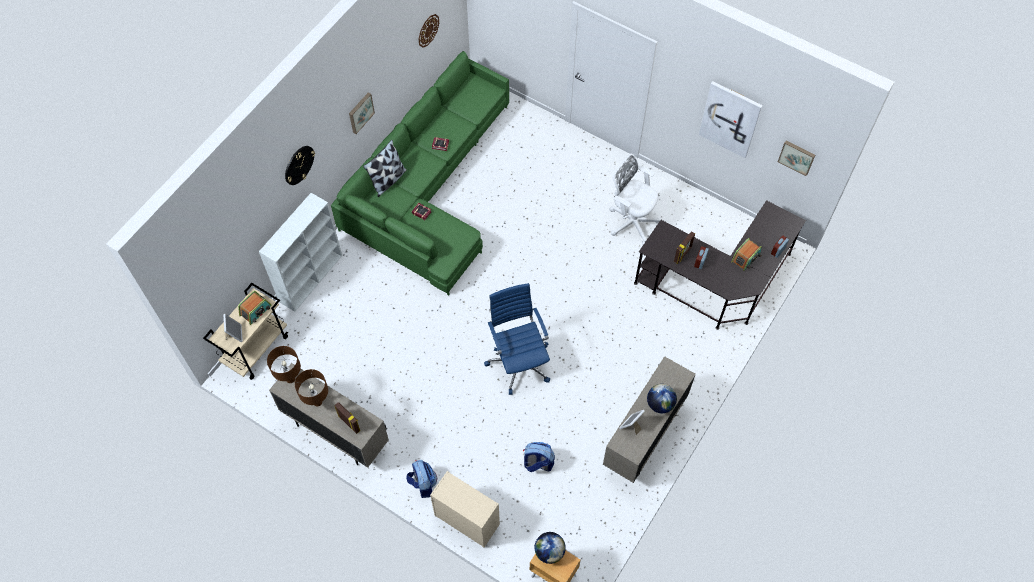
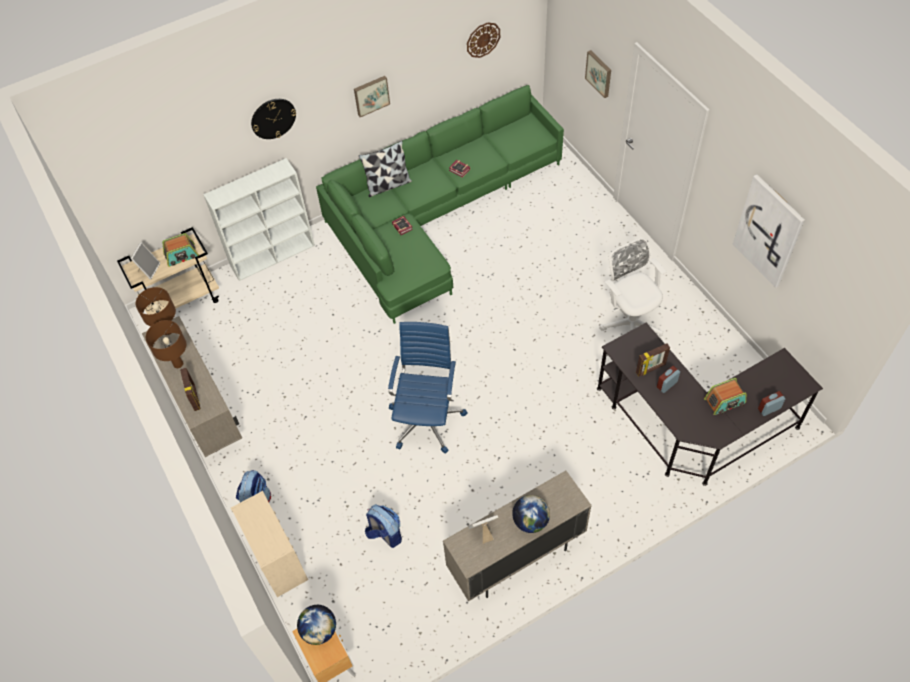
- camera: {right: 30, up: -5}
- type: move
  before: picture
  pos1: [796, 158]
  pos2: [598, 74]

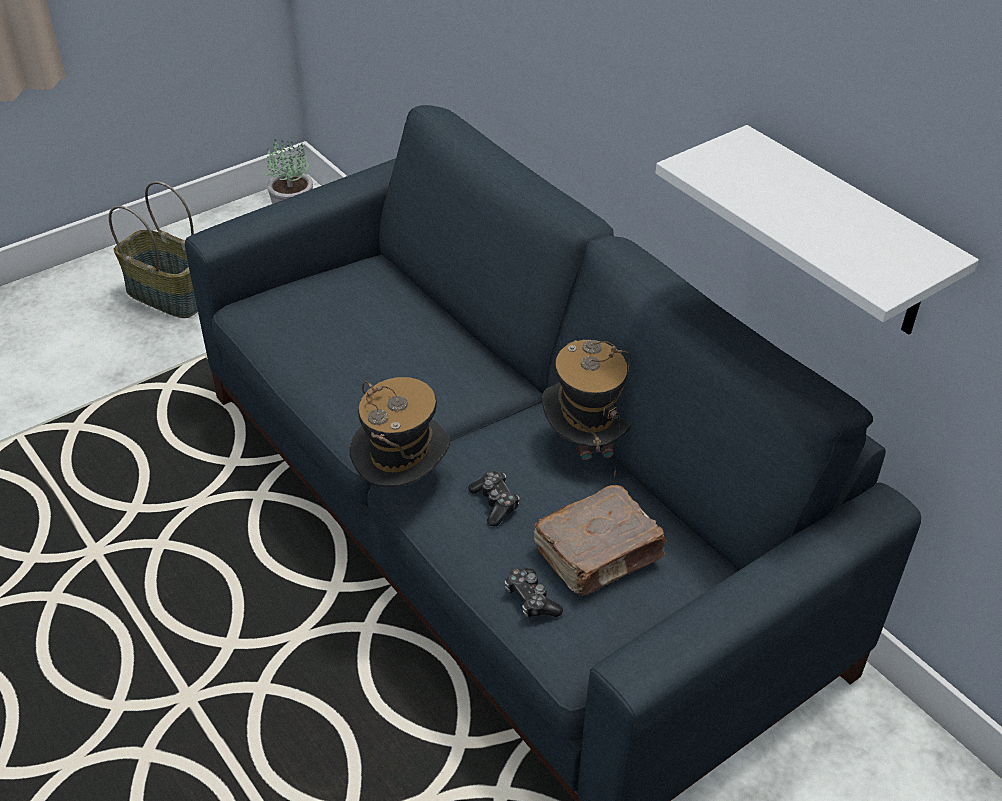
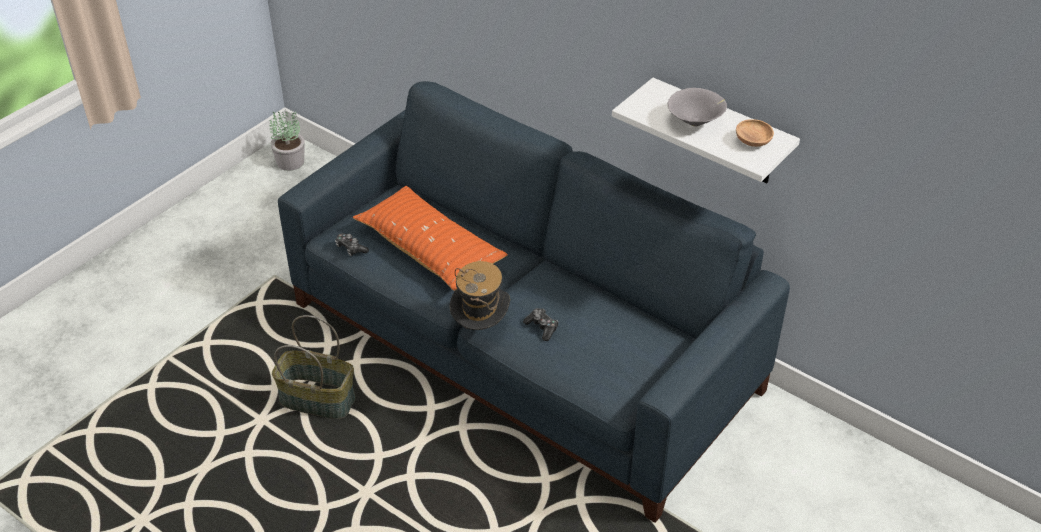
- camera: {right: -15, up: 0}
- type: delete
  before: brown book
  pos1: [600, 540]
- type: delete
  before: hat
  pos1: [586, 408]
- type: insert
  after: orange pillow
  pos2: [430, 238]
- type: insert
  after: grey bowl
  pos2: [697, 107]
- type: insert
  after: brown bowl
  pos2: [755, 133]
- type: move
  before: basket
  pos1: [153, 249]
  pos2: [314, 367]
- type: move
  before: game controller
  pos1: [533, 593]
  pos2: [352, 244]

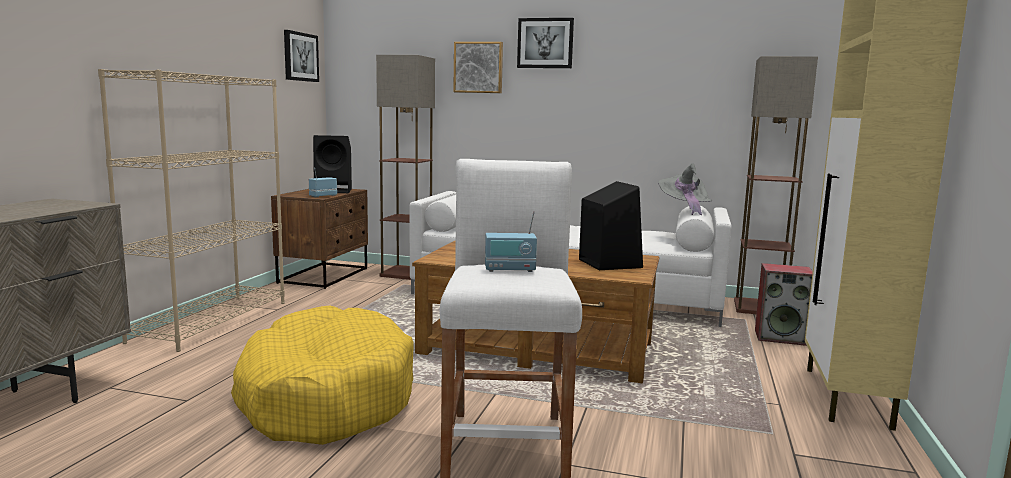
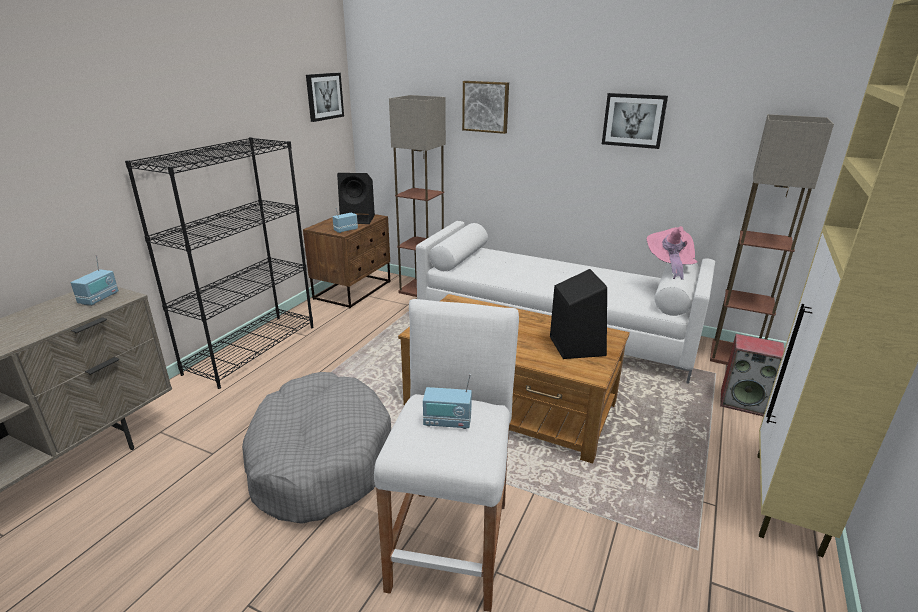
- camera: {right: 10, up: 15}
- type: insert
  after: radio
  pos2: [95, 280]
- type: move
  before: picture
  pos1: [545, 43]
  pos2: [635, 121]
- type: recolor
  before: beige bookcase
  after: black bookcase
  pos1: [191, 210]
  pos2: [219, 263]
- type: recolor
  before: yellow dog bed
  after: grey dog bed
  pos1: [322, 375]
  pos2: [316, 448]
- type: recolor
  before: grey hat
  after: pink hat
  pos1: [685, 189]
  pos2: [672, 253]

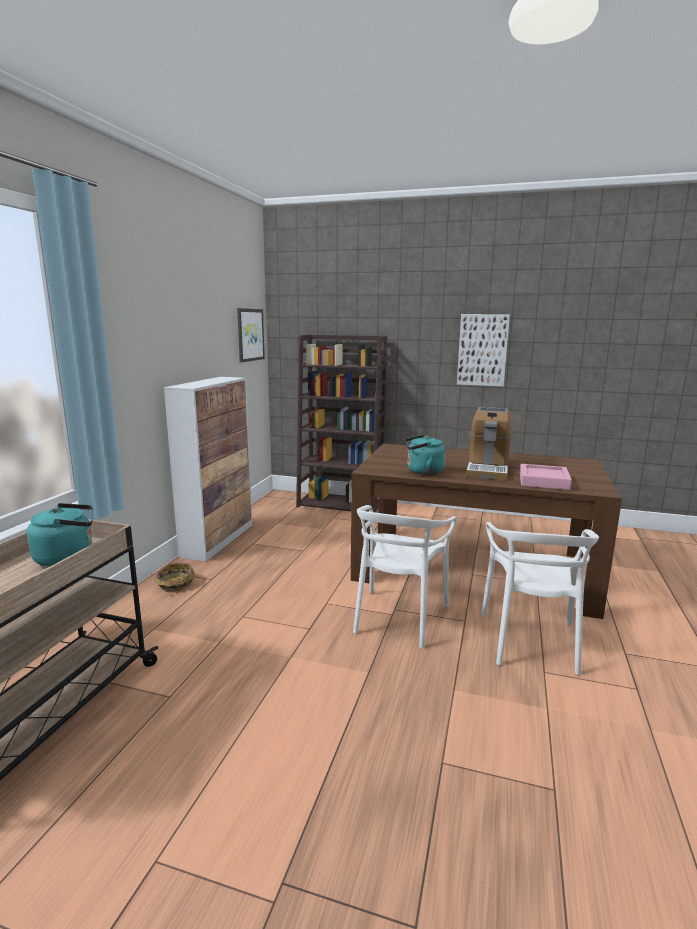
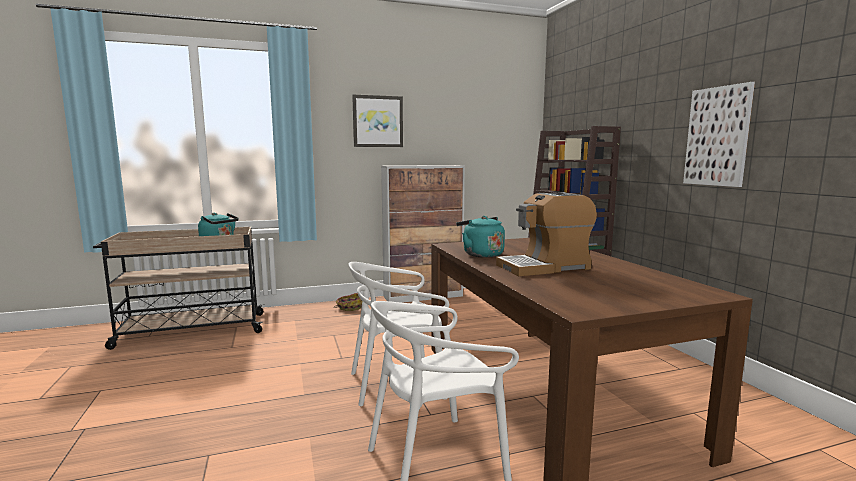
- camera: {right: 55, up: -5}
- type: delete
  before: pink tray
  pos1: [546, 477]
- type: move
  before: picture
  pos1: [251, 335]
  pos2: [377, 121]

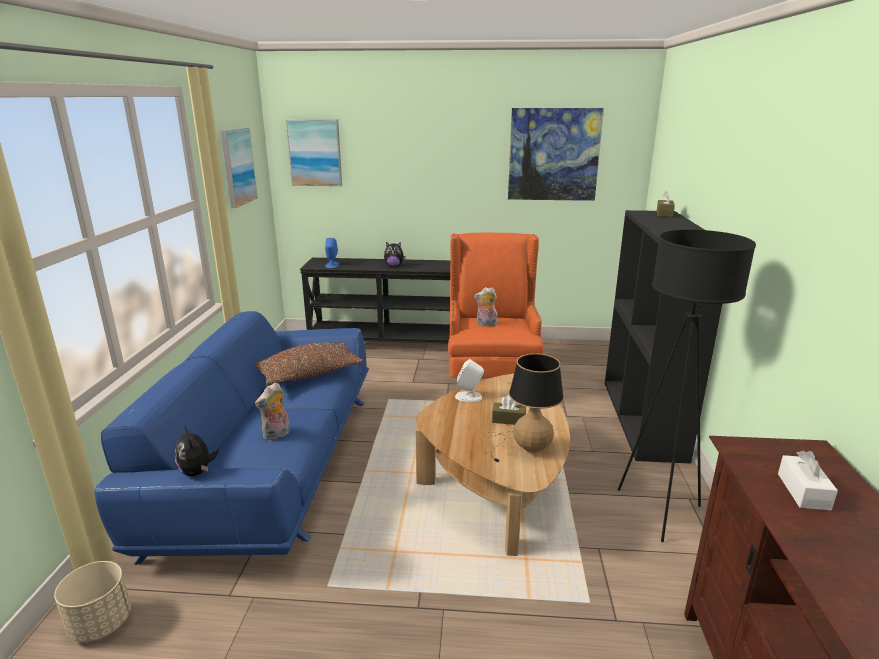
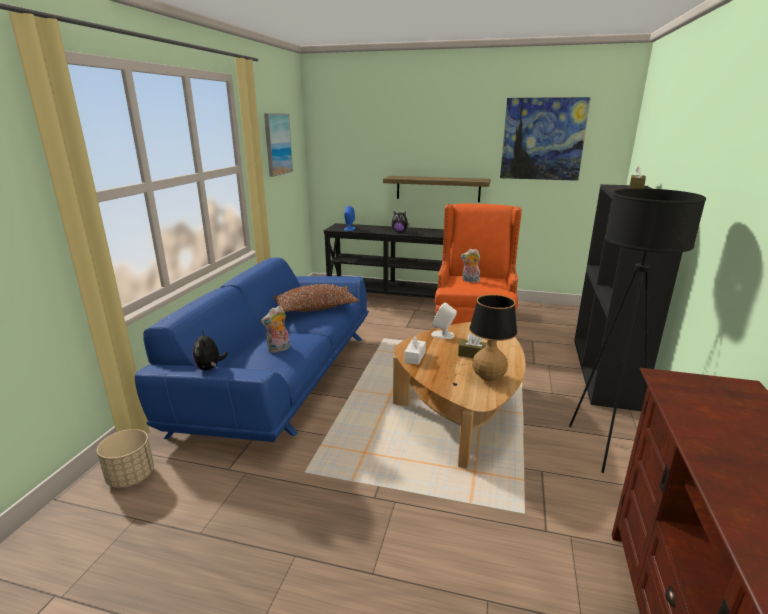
- camera: {right: 10, up: 0}
- type: delete
  before: picture
  pos1: [314, 152]
- type: insert
  after: shelf
  pos2: [436, 189]
- type: move
  before: white tissue box
  pos1: [808, 480]
  pos2: [415, 350]

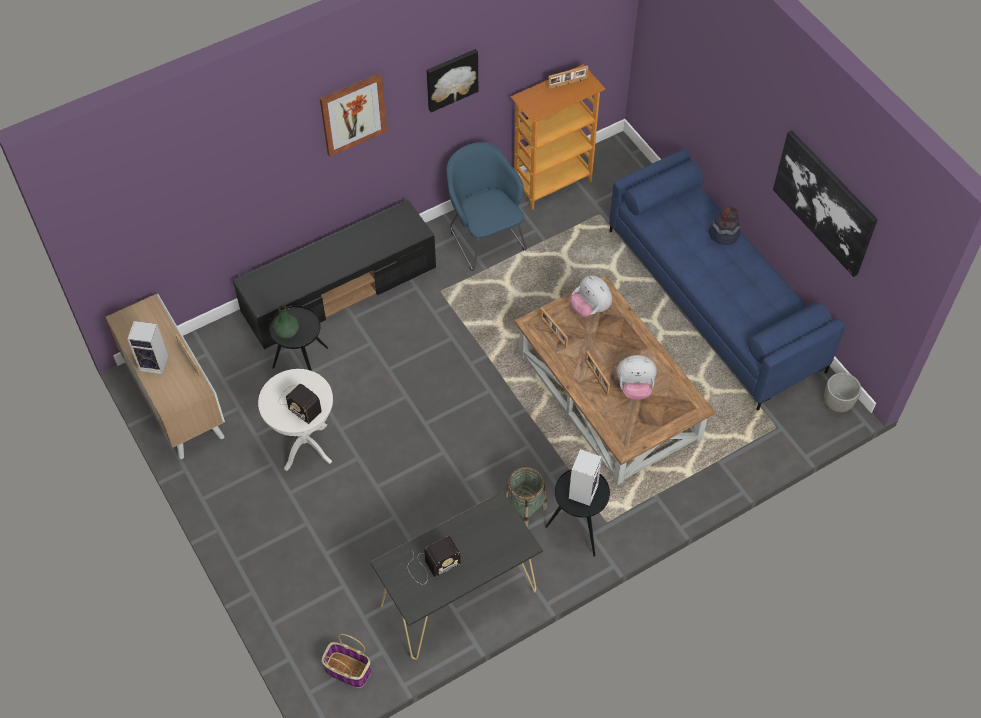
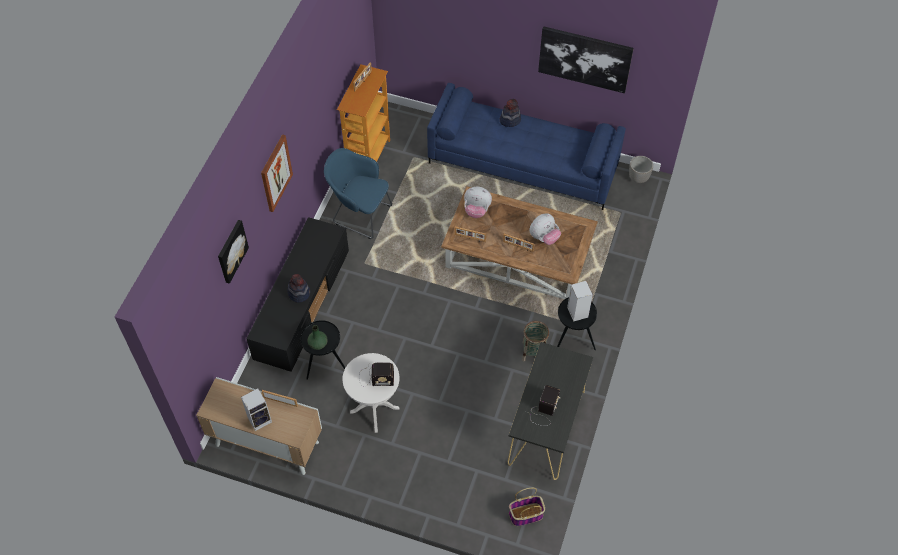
- camera: {right: -40, up: 0}
- type: insert
  after: hat
  pos2: [299, 288]
- type: move
  before: picture
  pos1: [452, 80]
  pos2: [233, 252]

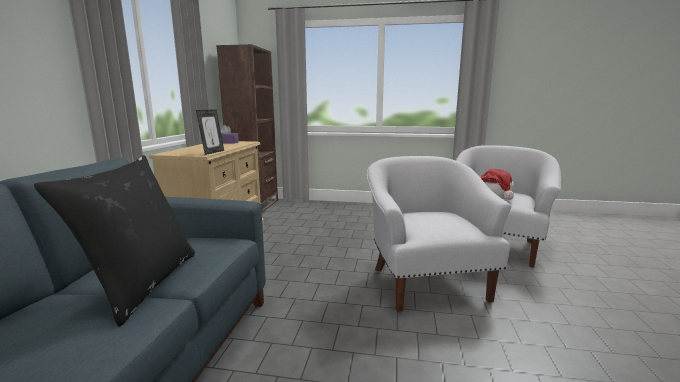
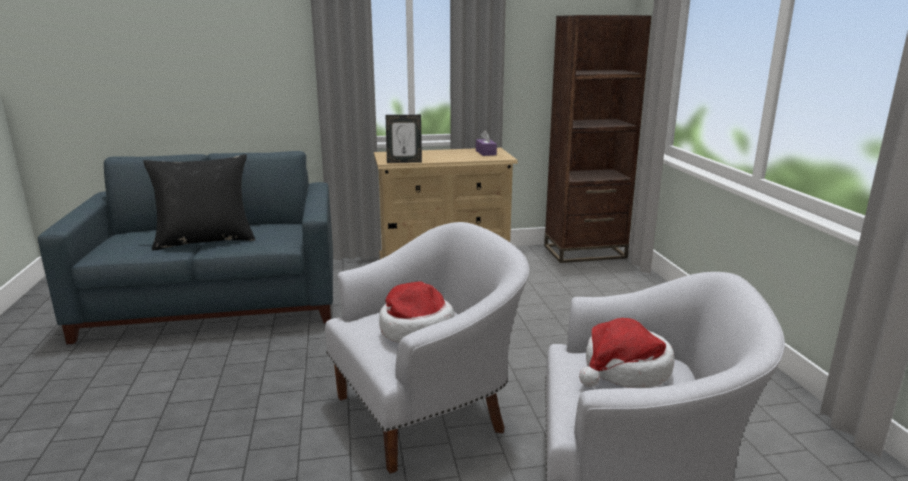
- camera: {right: 70, up: 5}
- type: insert
  after: hat
  pos2: [416, 312]

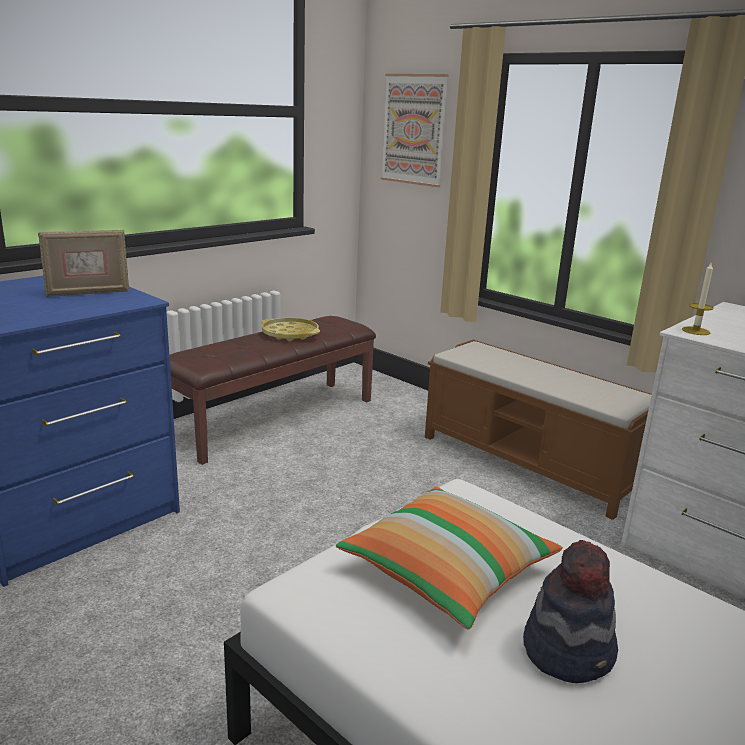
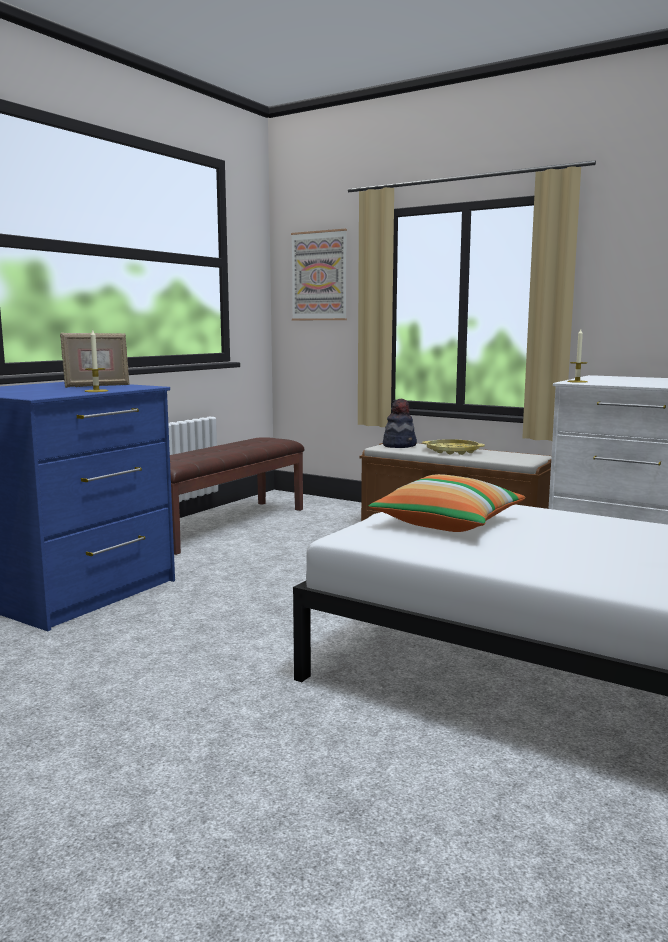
- camera: {right: -10, up: -10}
- type: insert
  after: candle
  pos2: [96, 361]
- type: move
  before: yellow tray
  pos1: [290, 329]
  pos2: [453, 447]
- type: move
  before: hat
  pos1: [570, 611]
  pos2: [400, 423]

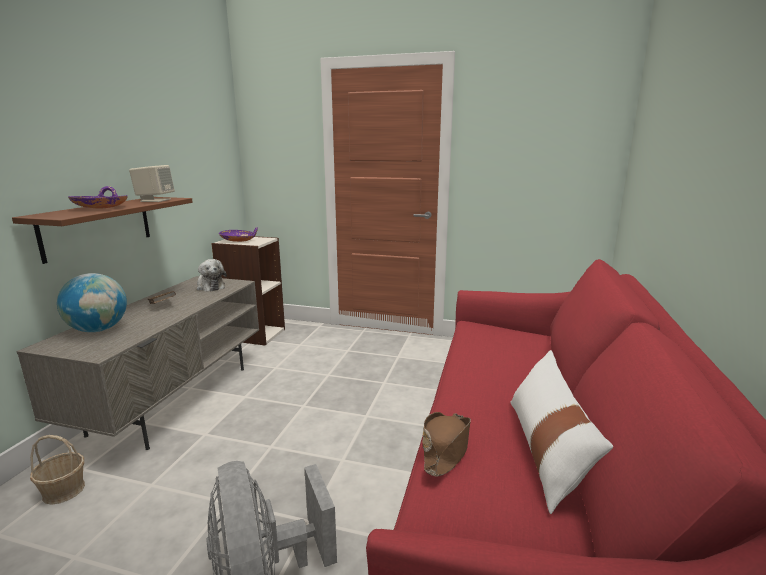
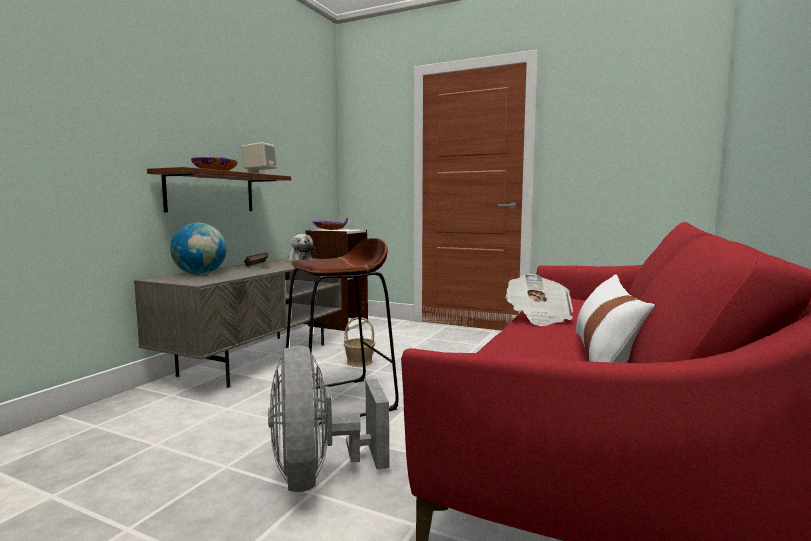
- camera: {right: 10, up: -10}
- type: delete
  before: brown hat
  pos1: [446, 444]
- type: insert
  after: brown stool
  pos2: [342, 332]
- type: insert
  after: newspaper
  pos2: [539, 300]
- type: move
  before: basket
  pos1: [57, 470]
  pos2: [359, 342]

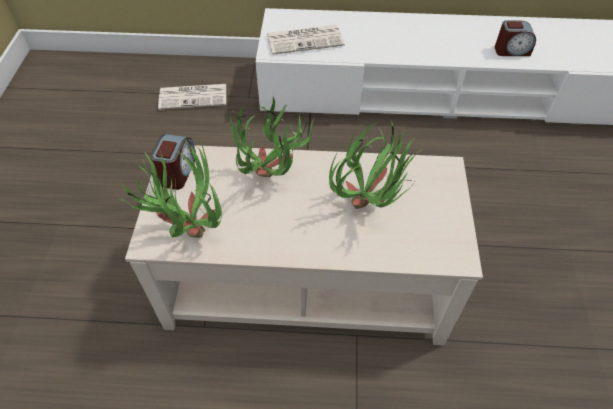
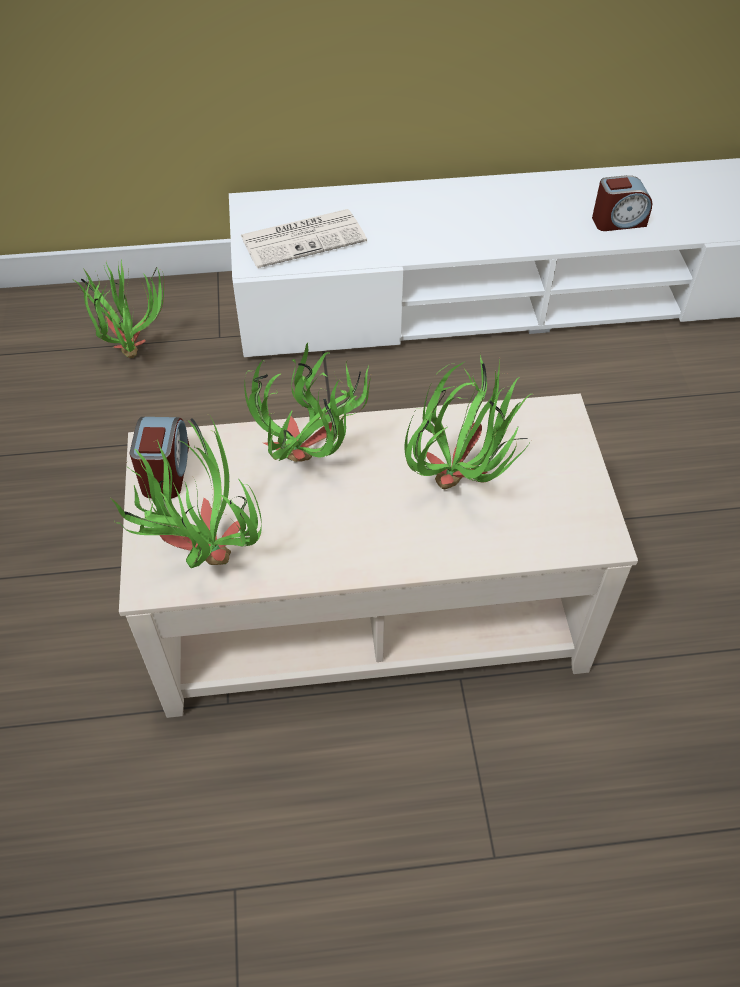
- camera: {right: -10, up: 0}
- type: replace
  before: newspaper
  after: potted plant
  pos1: [192, 97]
  pos2: [119, 308]

